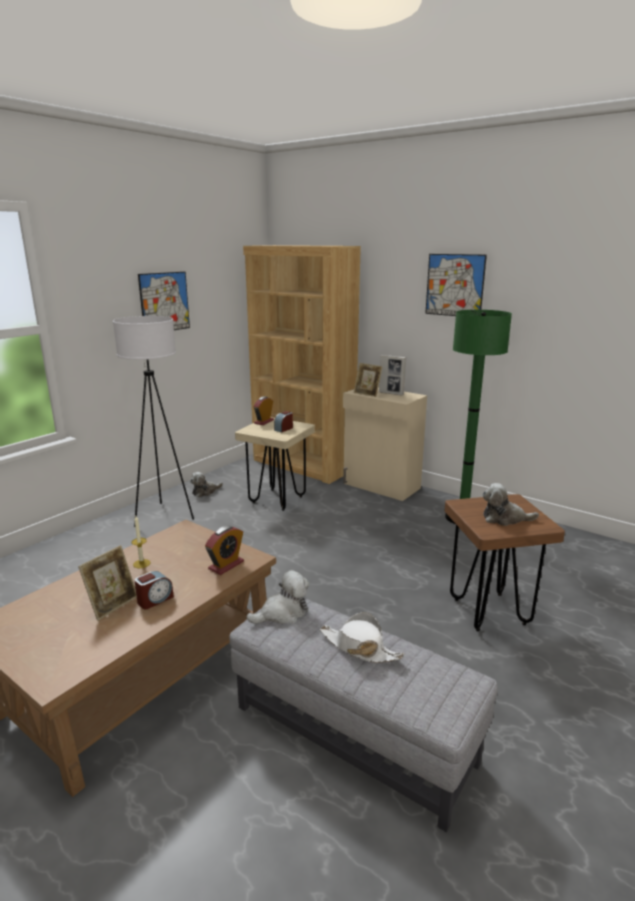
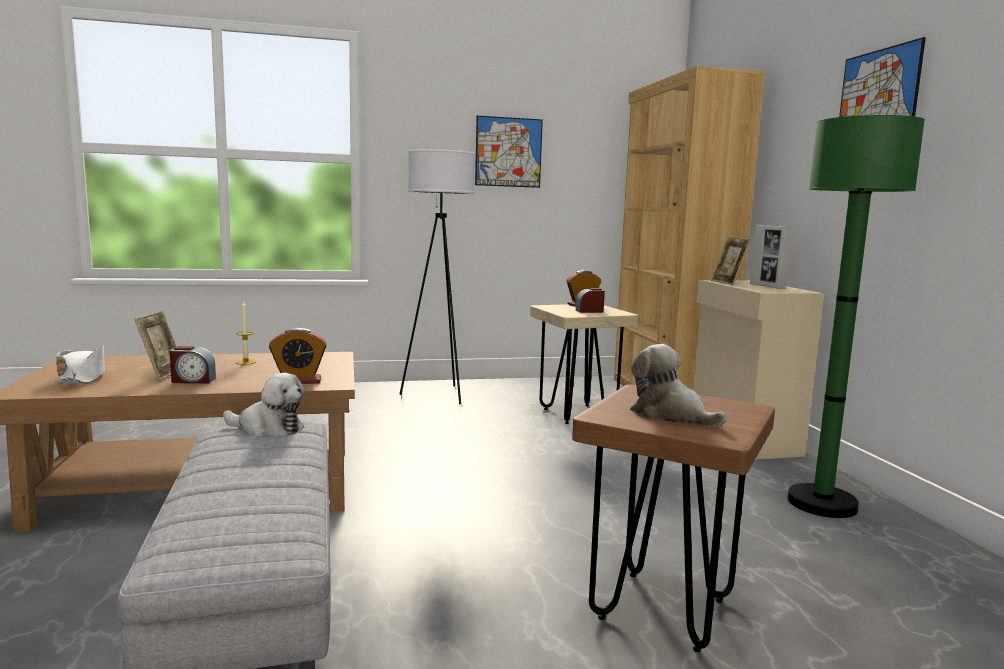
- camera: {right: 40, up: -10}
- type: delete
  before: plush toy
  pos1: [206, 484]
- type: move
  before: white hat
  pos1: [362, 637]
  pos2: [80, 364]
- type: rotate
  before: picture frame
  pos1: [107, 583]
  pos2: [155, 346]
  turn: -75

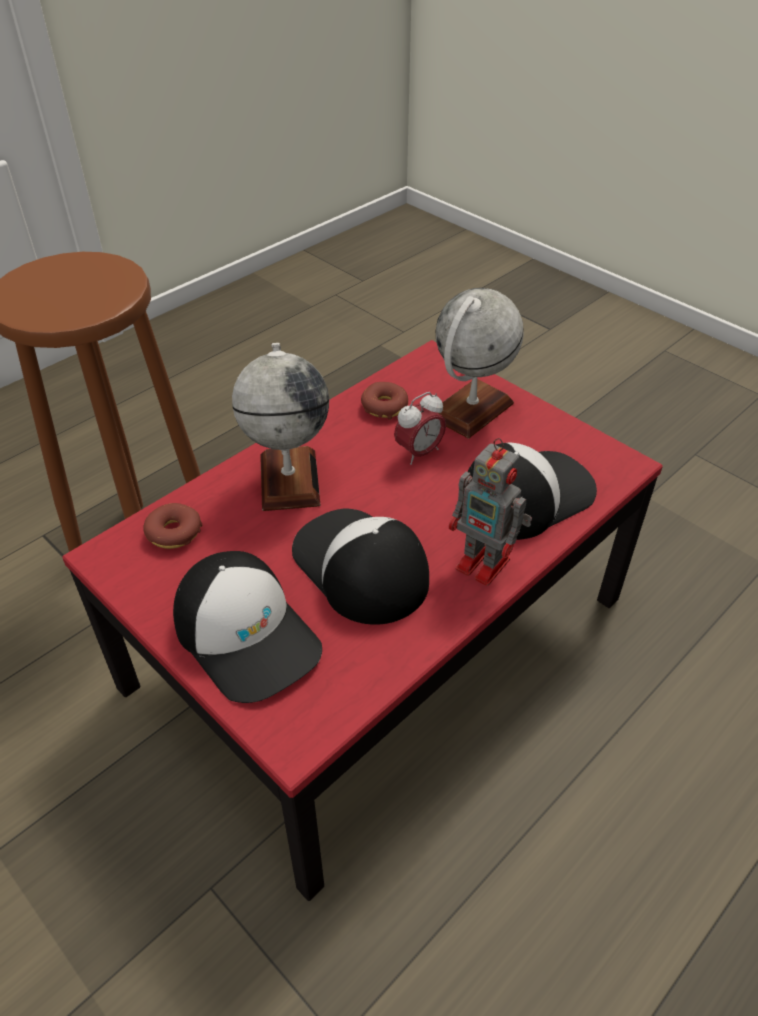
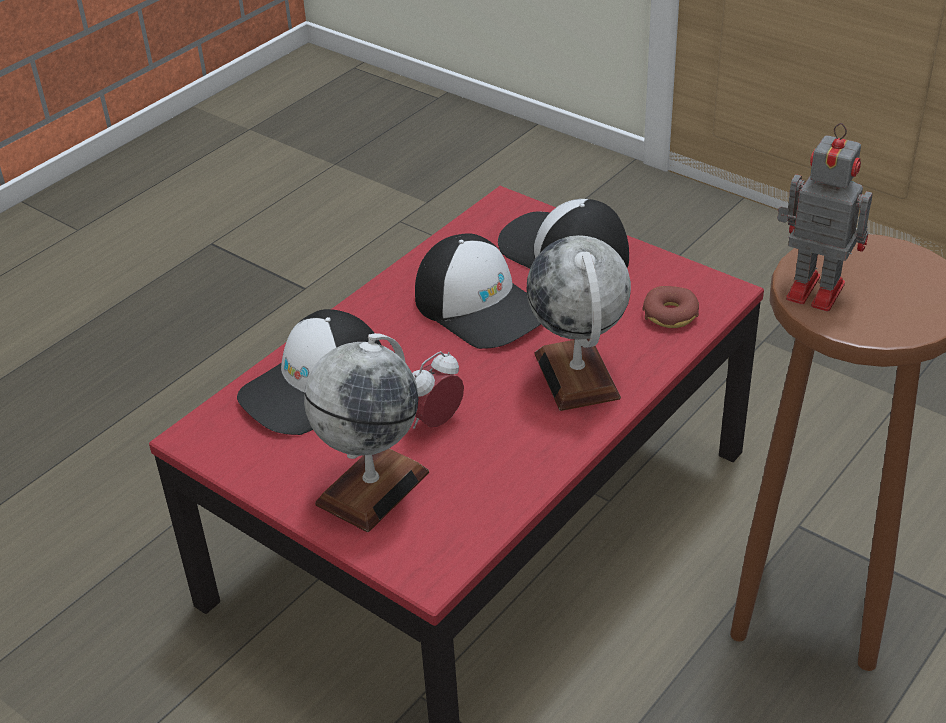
- camera: {right: 175, up: -5}
- type: delete
  before: donut
  pos1: [384, 401]
- type: move
  before: toy robot
  pos1: [490, 512]
  pos2: [825, 217]

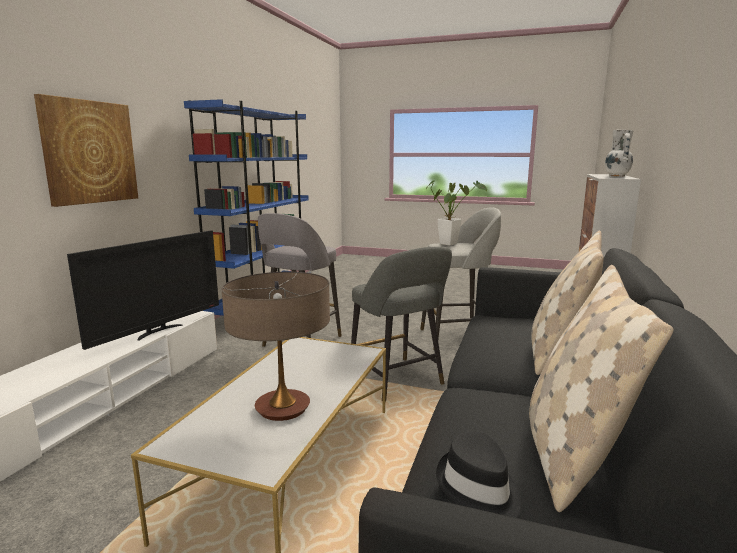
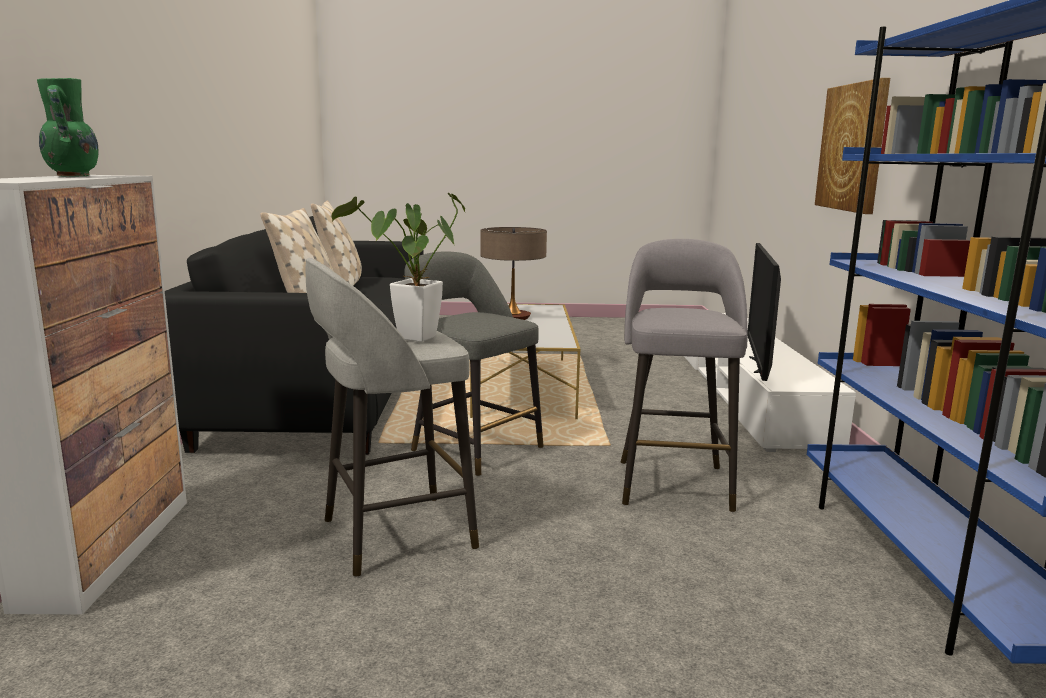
- camera: {right: 160, up: 0}
- type: delete
  before: black hat
  pos1: [478, 474]
- type: recolor
  before: white vase
  after: green vase
  pos1: [619, 153]
  pos2: [67, 127]

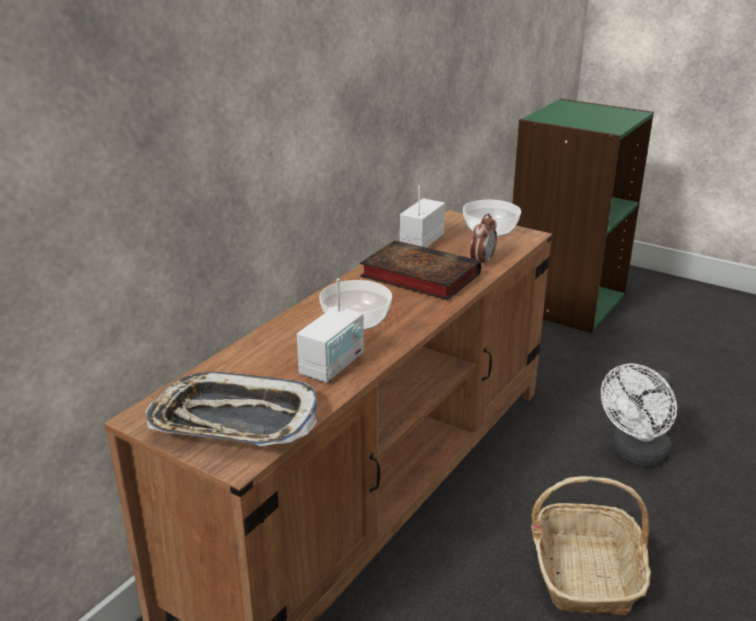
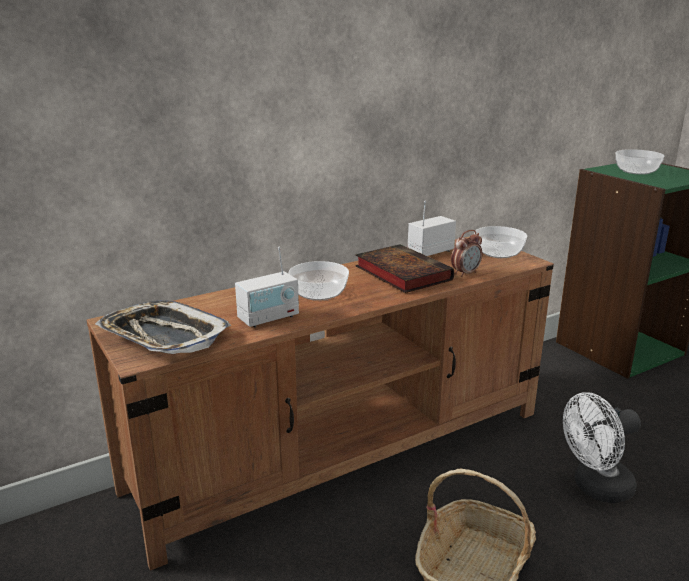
- camera: {right: 25, up: -5}
- type: insert
  after: bowl
  pos2: [640, 162]

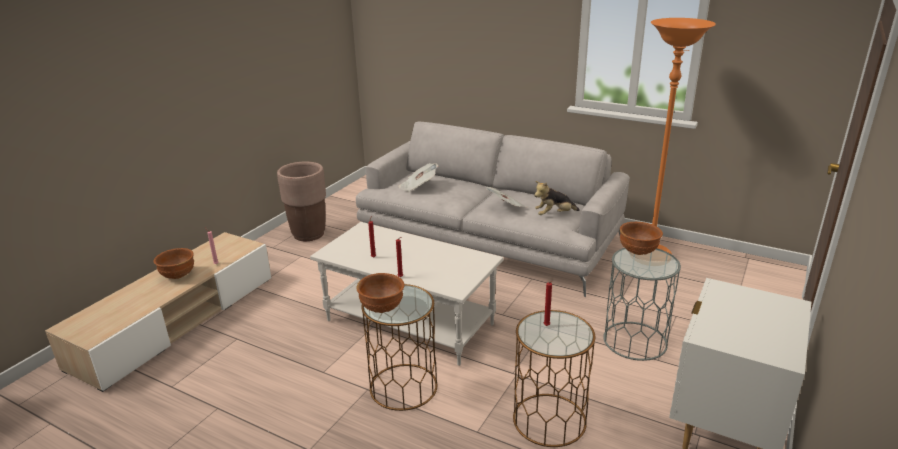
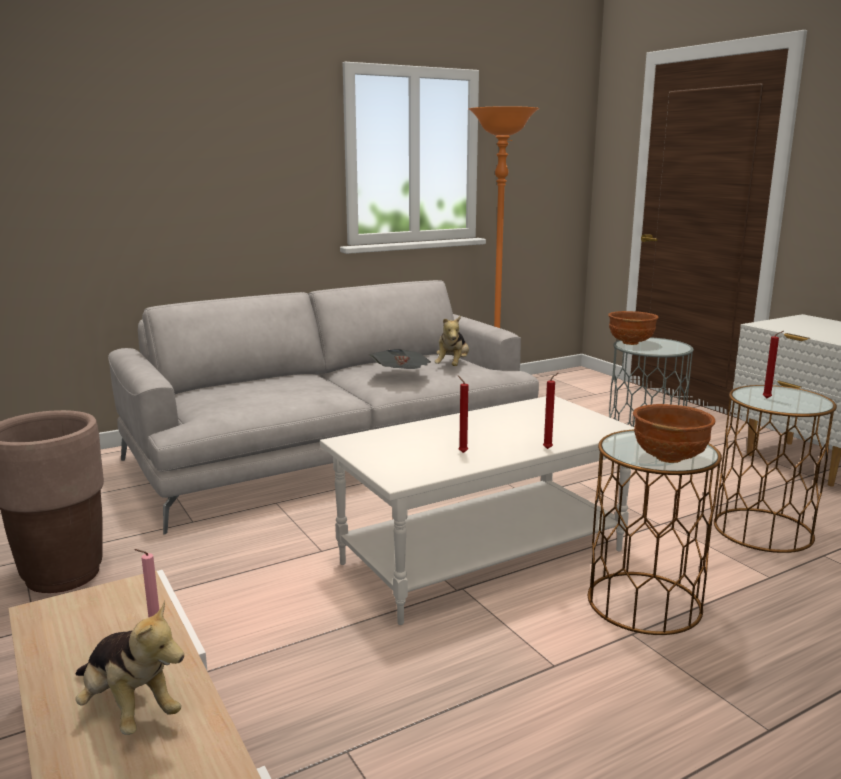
- camera: {right: -60, up: -10}
- type: delete
  before: newspaper
  pos1: [418, 177]
- type: replace
  before: brown bowl
  after: plush toy
  pos1: [173, 263]
  pos2: [129, 667]

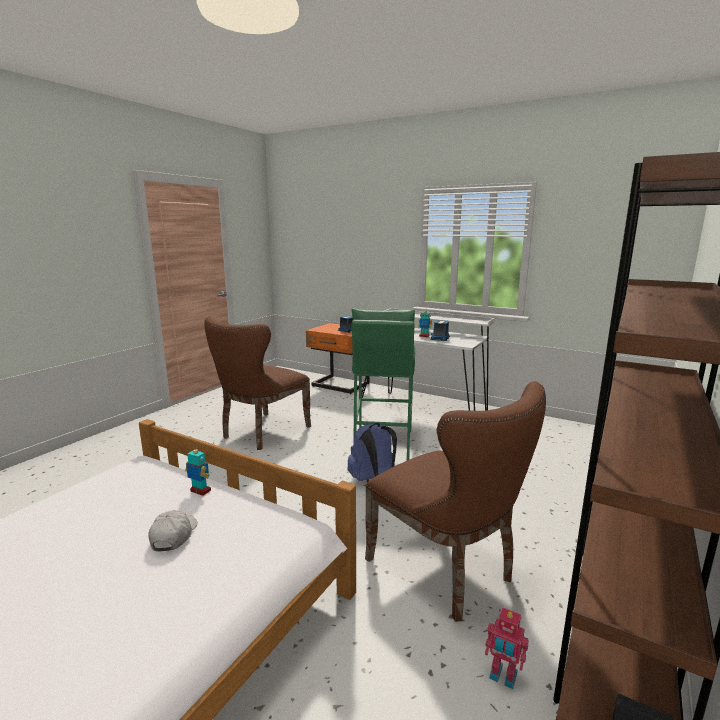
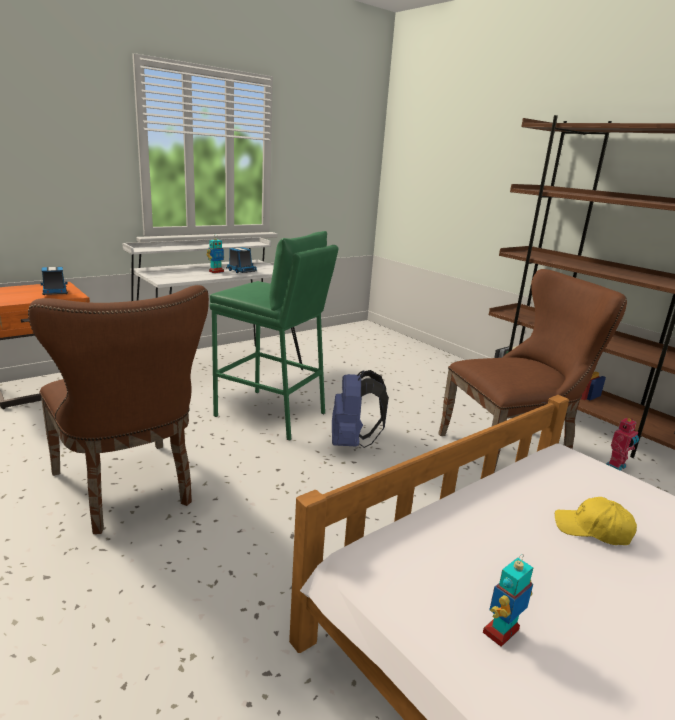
- camera: {right: -70, up: 5}
- type: move
  before: toy robot
  pos1: [198, 470]
  pos2: [508, 600]
- type: recolor
  before: white cap
  after: yellow cap
  pos1: [173, 530]
  pos2: [596, 521]

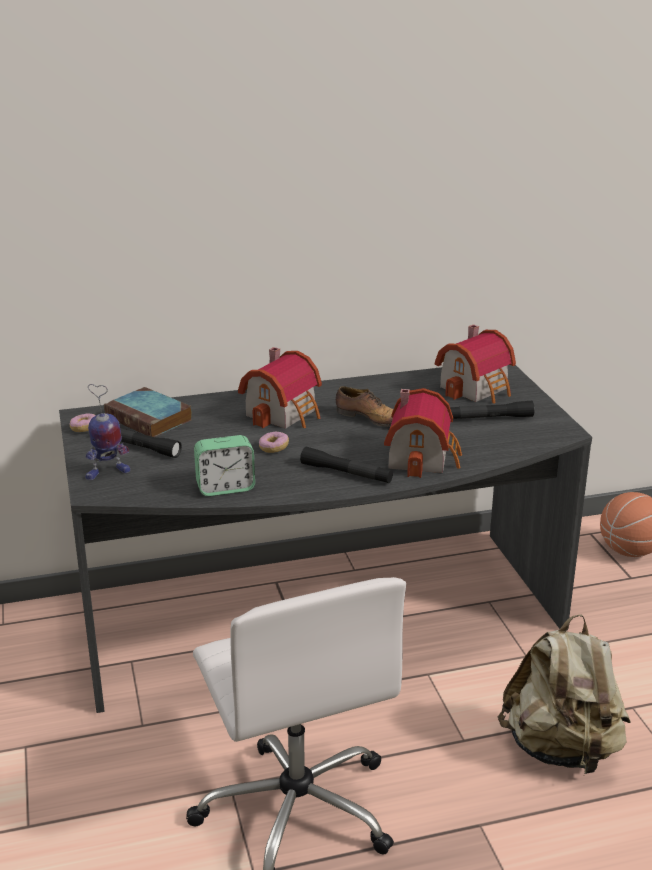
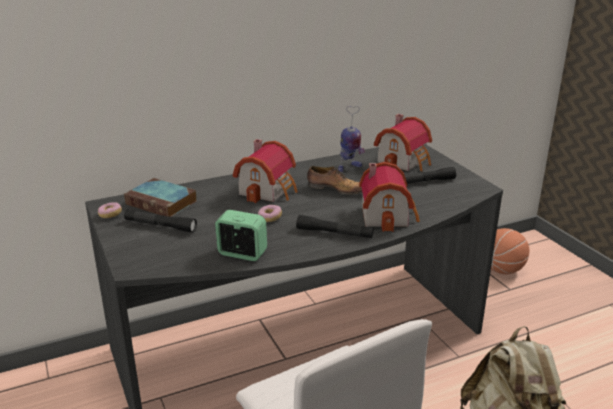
- camera: {right: -10, up: 0}
- type: move
  before: toy robot
  pos1: [108, 432]
  pos2: [351, 139]
- type: rotate
  before: alarm clock
  pos1: [224, 465]
  pos2: [241, 235]
  turn: -135

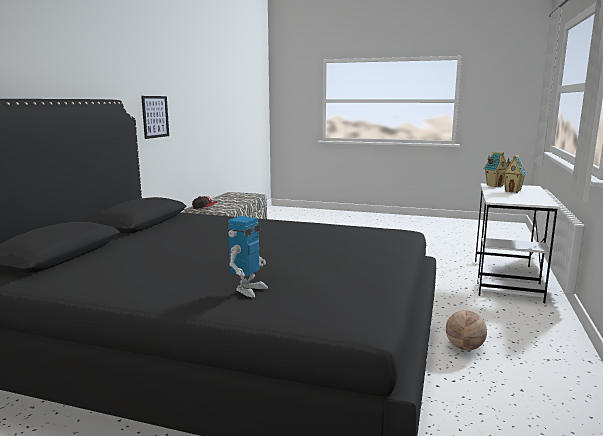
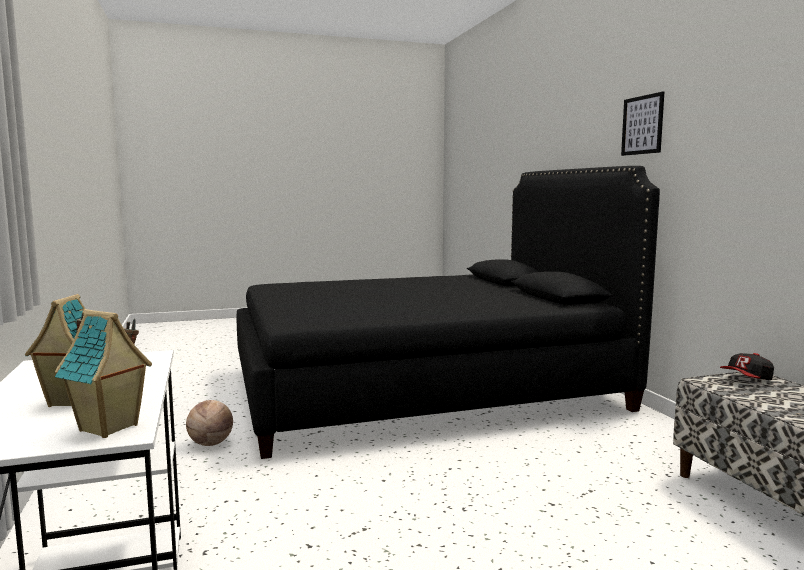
- camera: {right: 145, up: -5}
- type: delete
  before: toy robot
  pos1: [248, 256]
- type: move
  before: picture
  pos1: [155, 117]
  pos2: [642, 123]

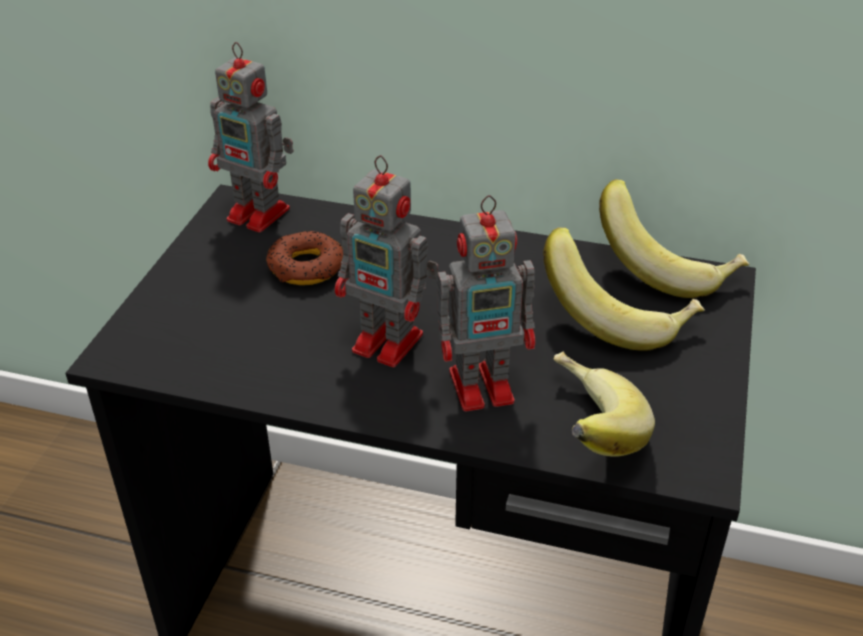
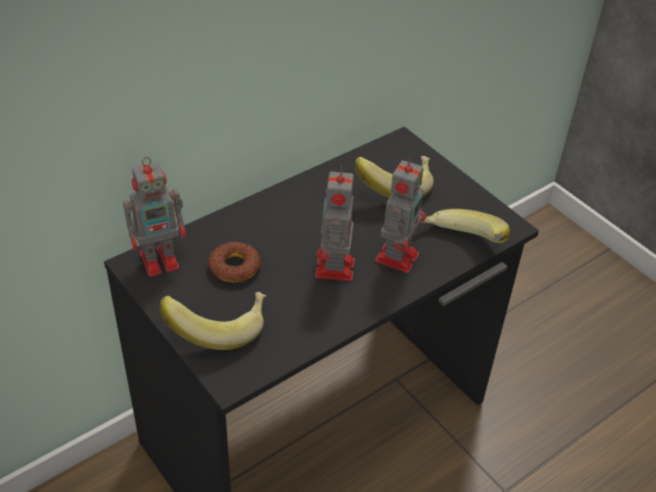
- camera: {right: -55, up: 5}
- type: move
  before: banana
  pos1: [674, 238]
  pos2: [213, 321]
- type: rotate
  before: toy robot
  pos1: [387, 261]
  pos2: [335, 223]
  turn: 120

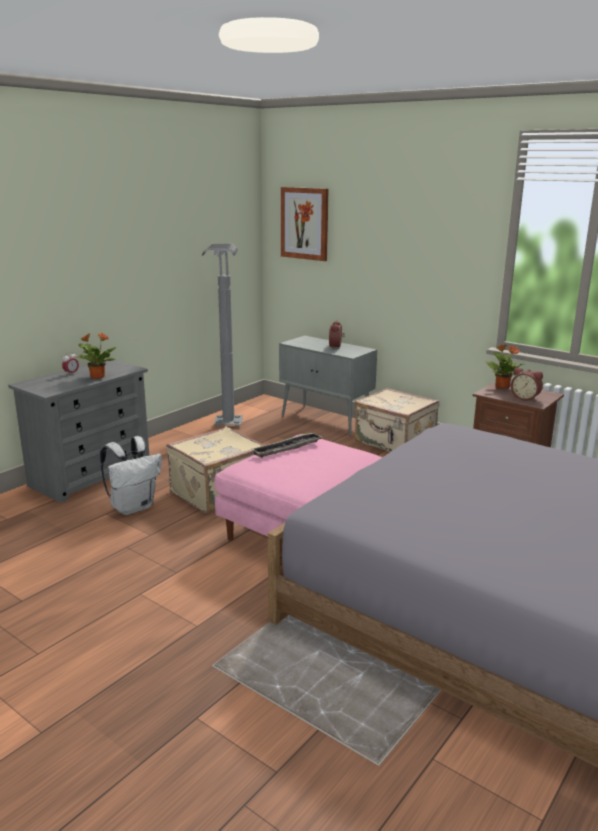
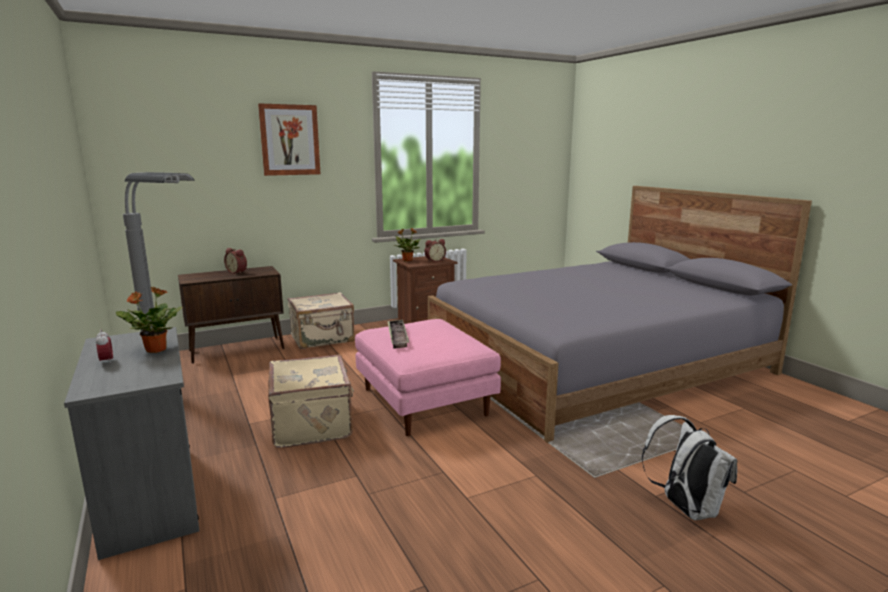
- camera: {right: -65, up: -5}
- type: move
  before: white backpack
  pos1: [131, 475]
  pos2: [689, 467]
- type: move
  before: picture
  pos1: [304, 224]
  pos2: [289, 139]
- type: recolor
  before: grey cabinet
  after: brown cabinet
  pos1: [328, 386]
  pos2: [231, 315]

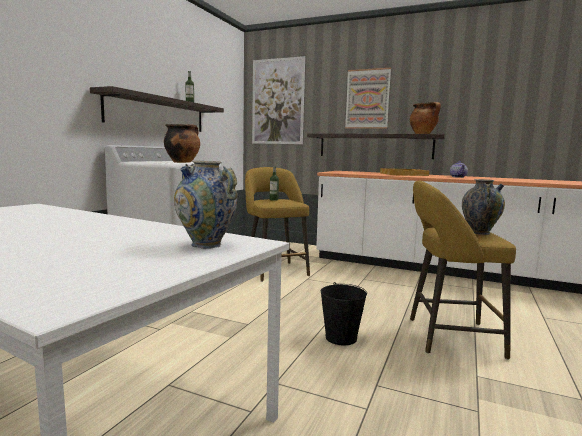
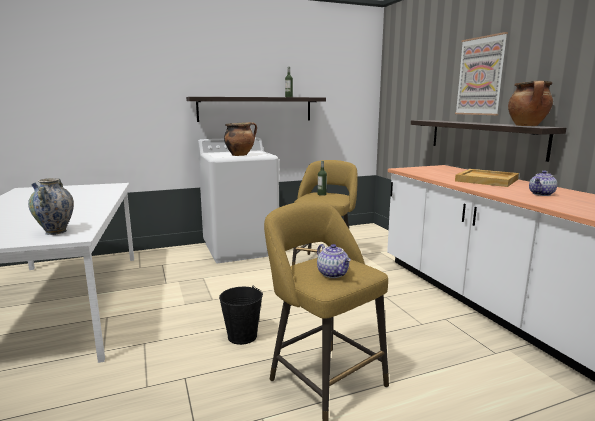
- camera: {right: 45, up: 5}
- type: delete
  before: picture
  pos1: [278, 100]
- type: replace
  before: vase
  after: teapot
  pos1: [483, 207]
  pos2: [334, 261]

